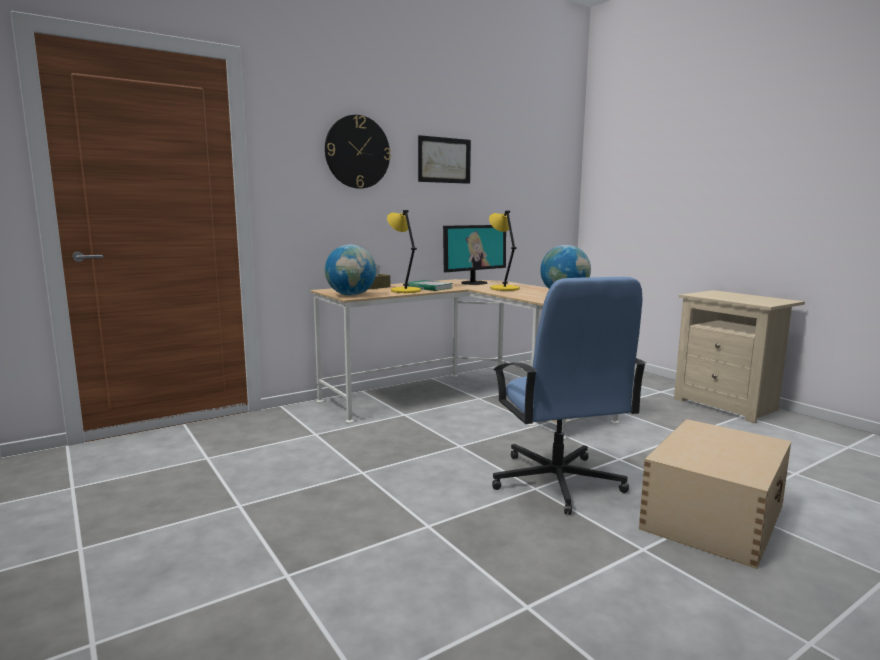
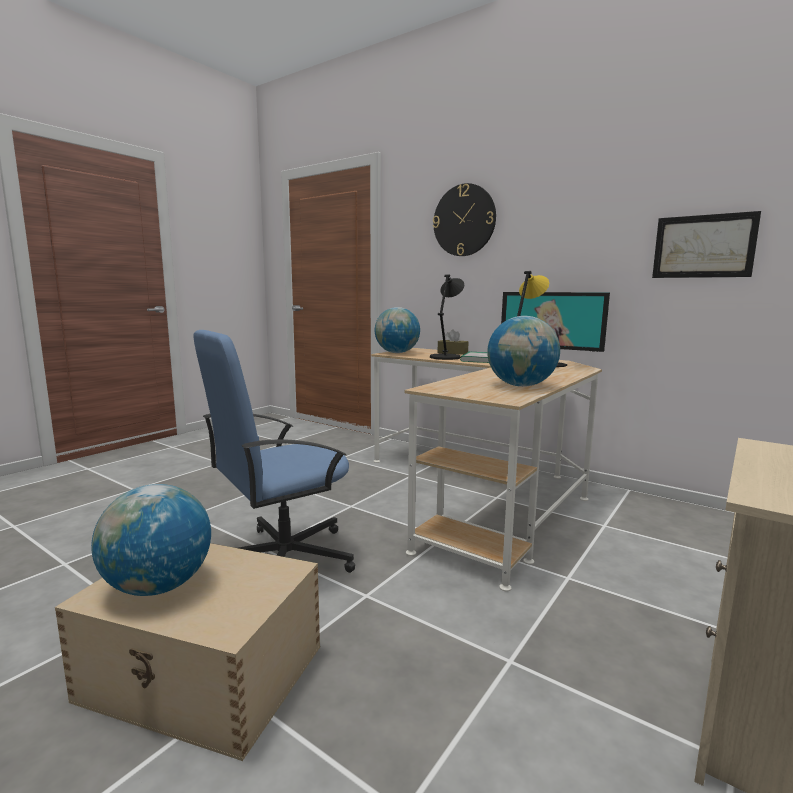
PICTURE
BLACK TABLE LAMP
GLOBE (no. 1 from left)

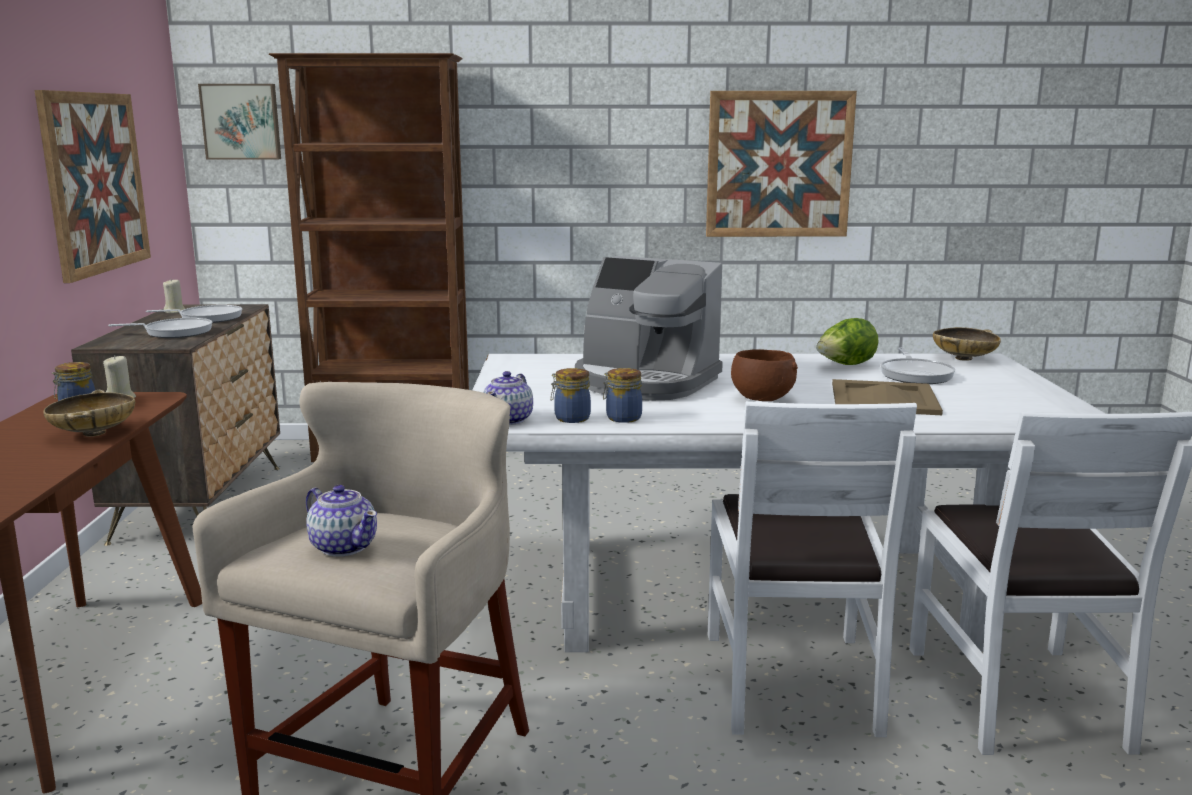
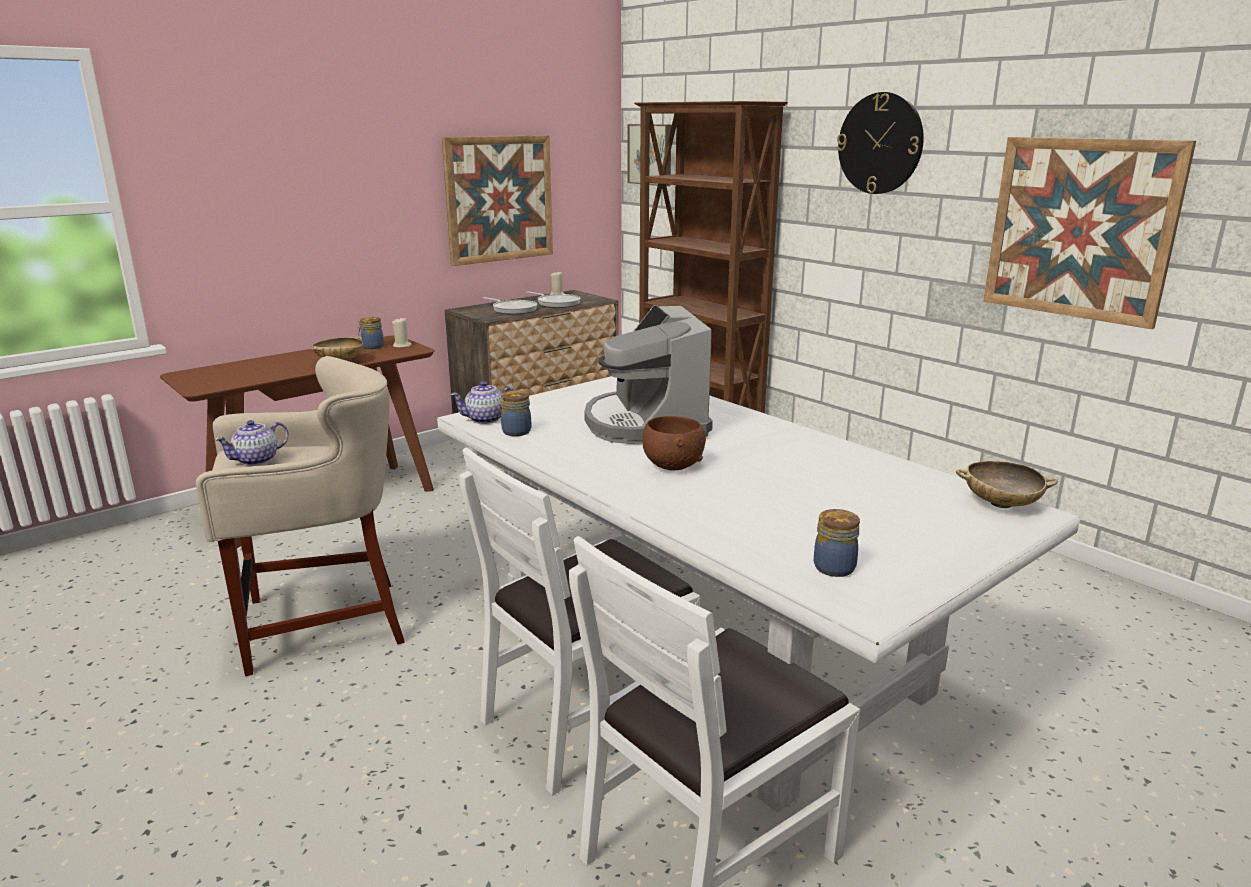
LETTUCE
FRYING PAN (no. 3 from left in the first image)
JAR (no. 3 from left)
BEIGE TRAY
TEAPOT (no. 1 from left)
WALL CLOCK

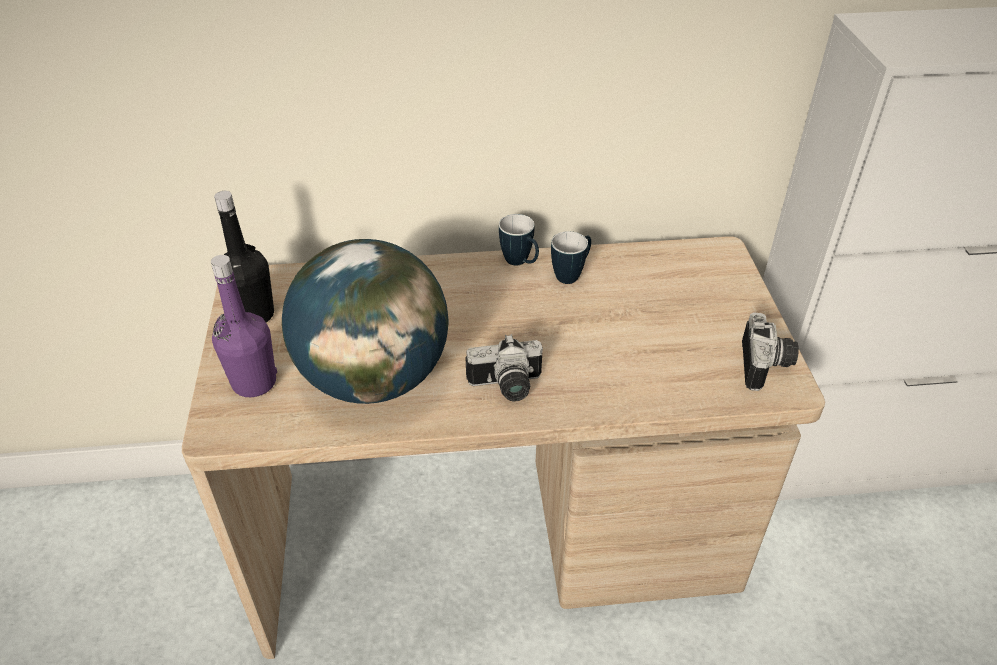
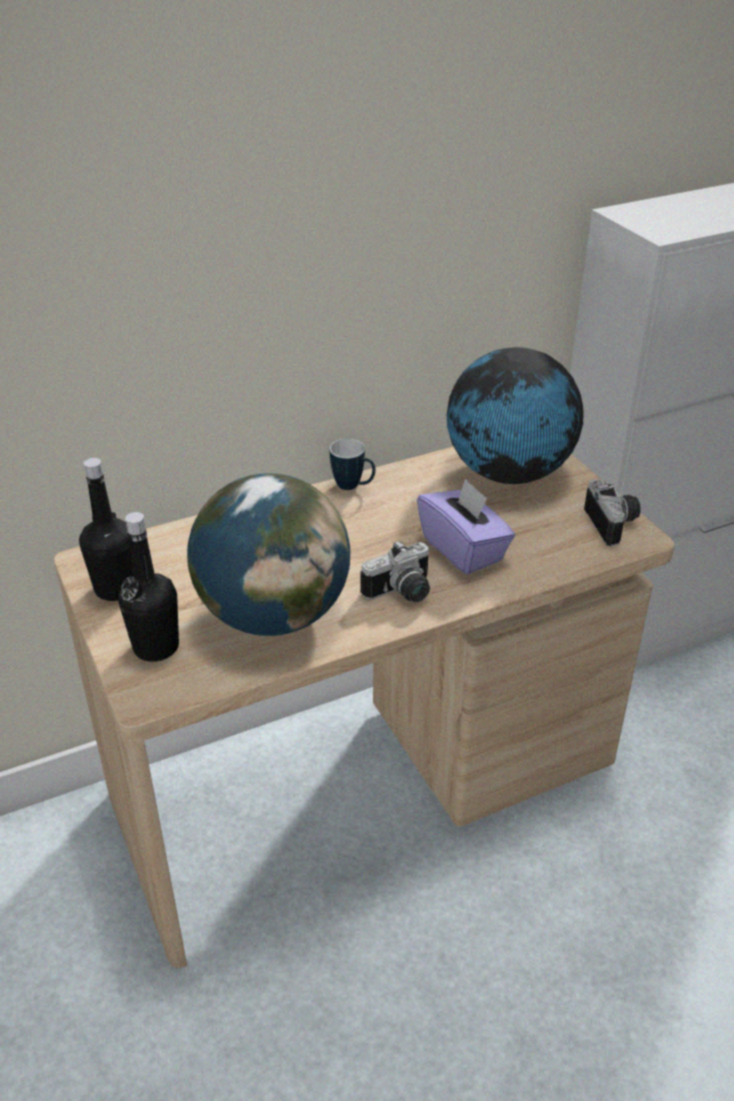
MUG (no. 2 from left in the first image)
BLACK BOTTLE (no. 2 from left)
GLOBE (no. 2 from left)
PURPLE TISSUE BOX

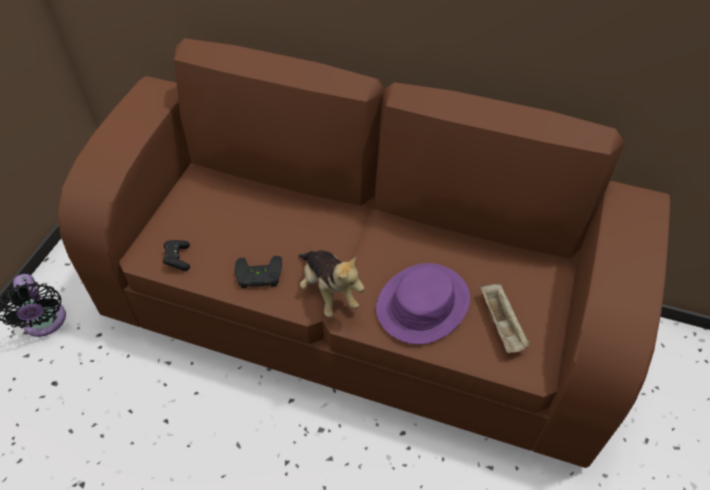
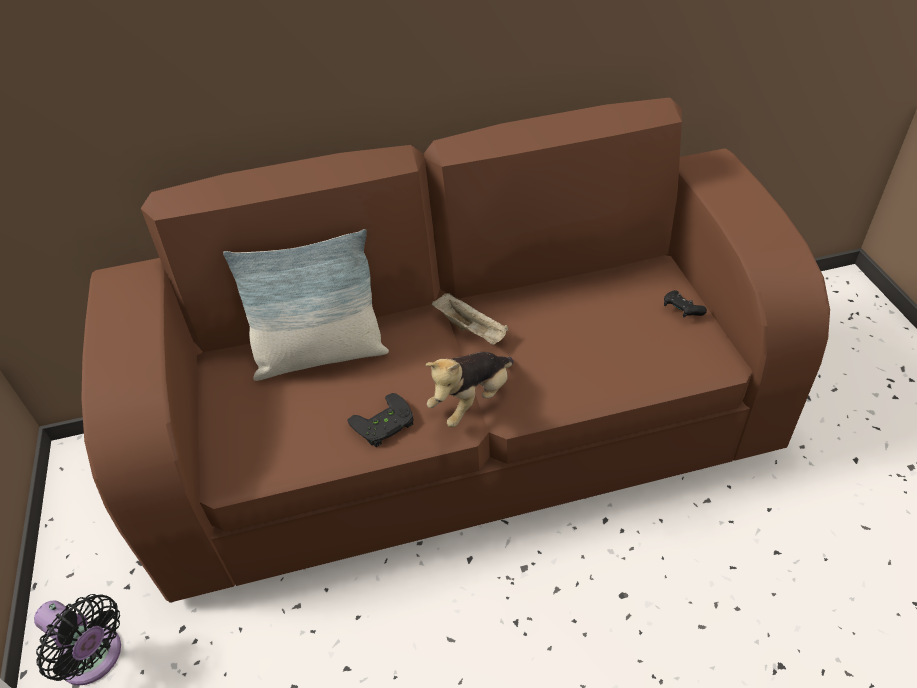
BLACK GAME CONTROLLER (no. 2 from left)
PLUSH TOY
PURPLE HAT
BEIGE TRAY
PILLOW

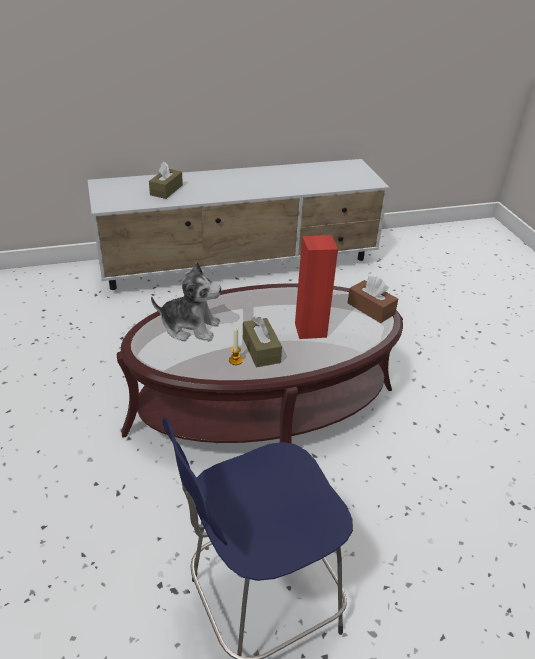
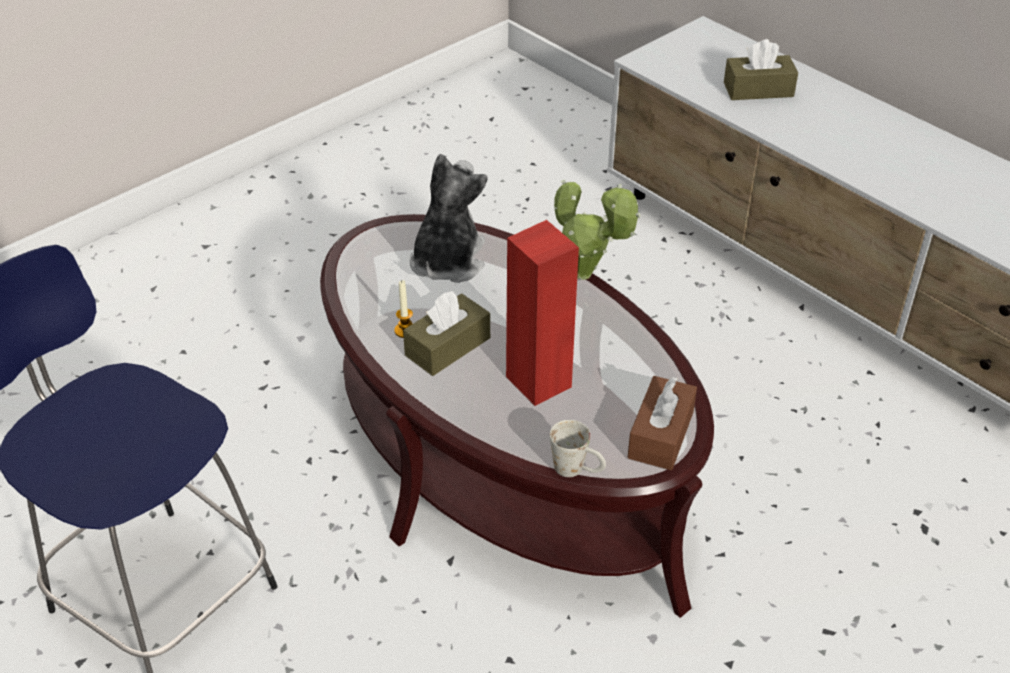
PLUSH TOY
POTTED PLANT
WHITE MUG

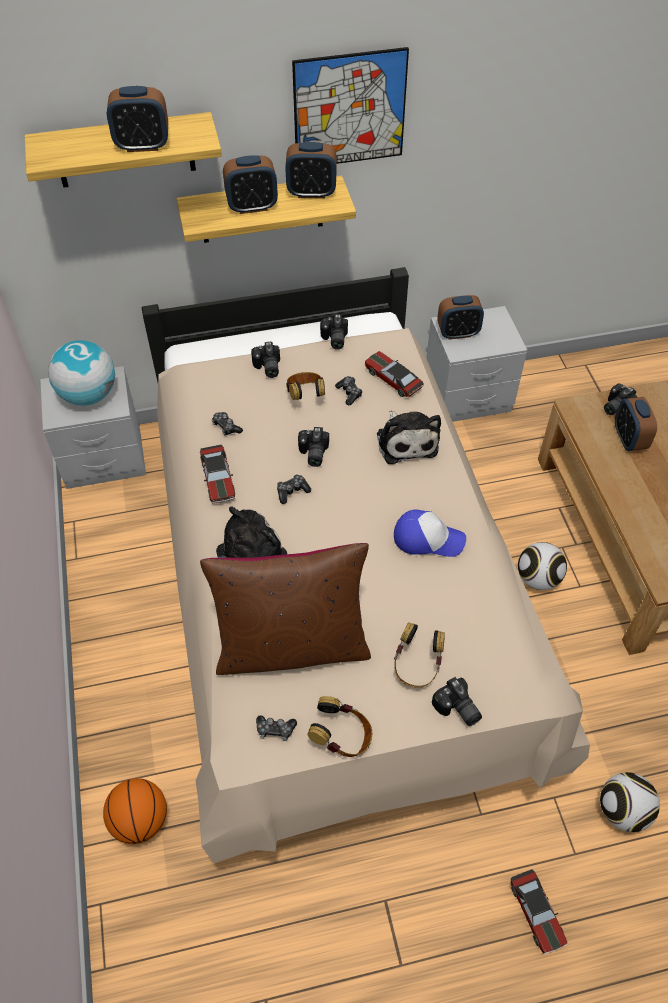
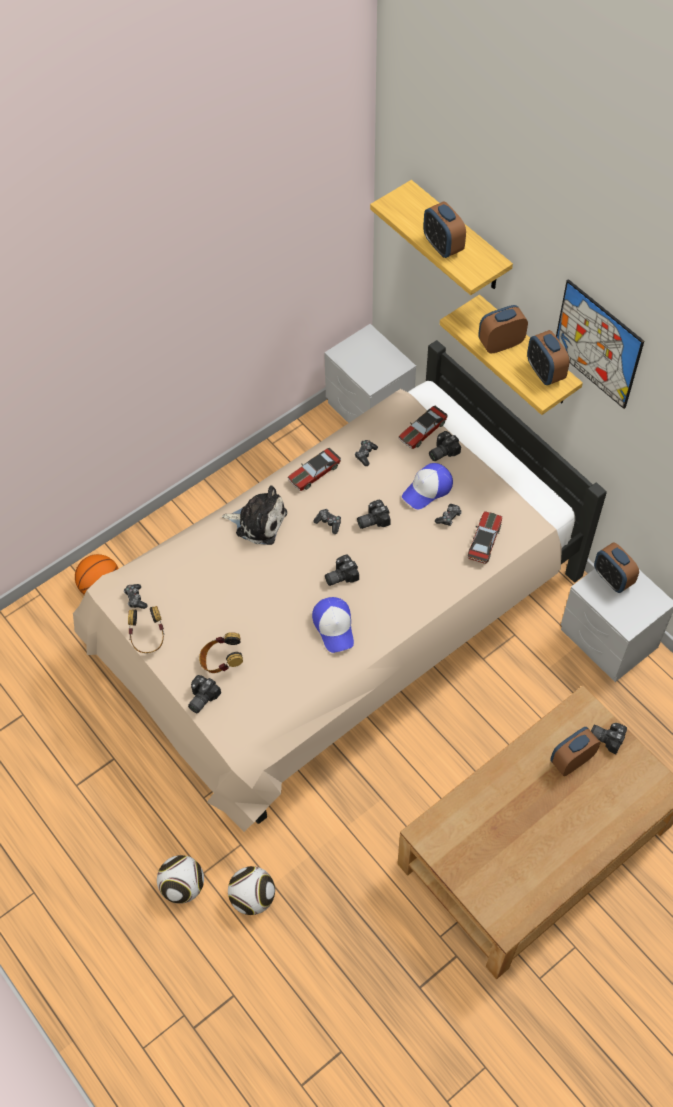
ALARM CLOCK (no. 2 from left)
PHOTO CAMERA (no. 2 from left)
GLOBE
CAP (no. 2 from left)
PLUSH TOY (no. 2 from left in the first image)
FOOTBALL (no. 1 from left)
BROWN PILLOW
TOY CAR (no. 2 from left)

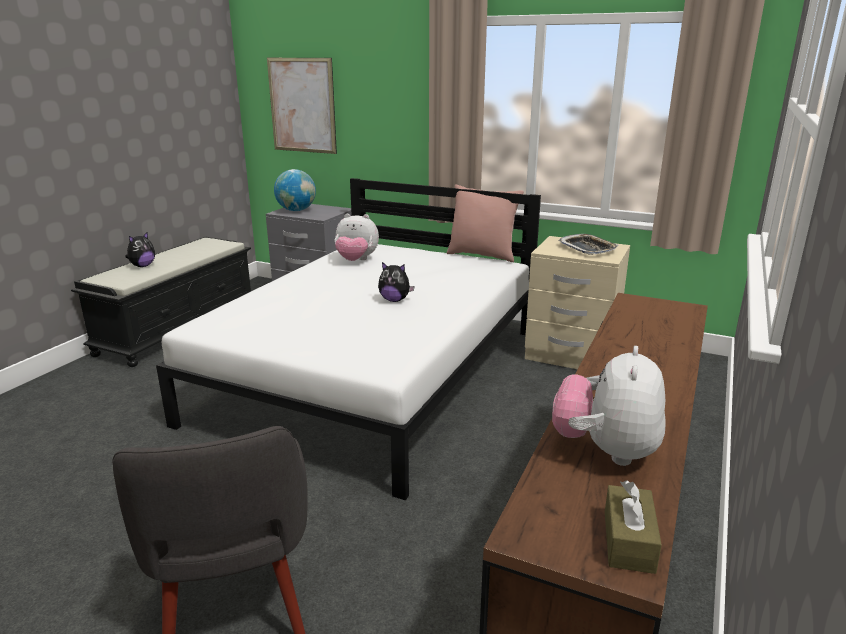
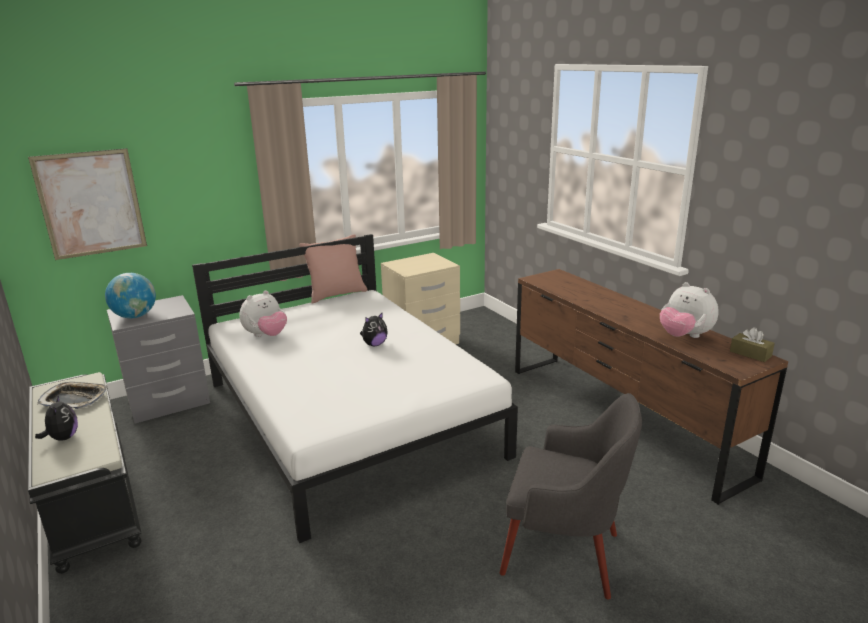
TRAY

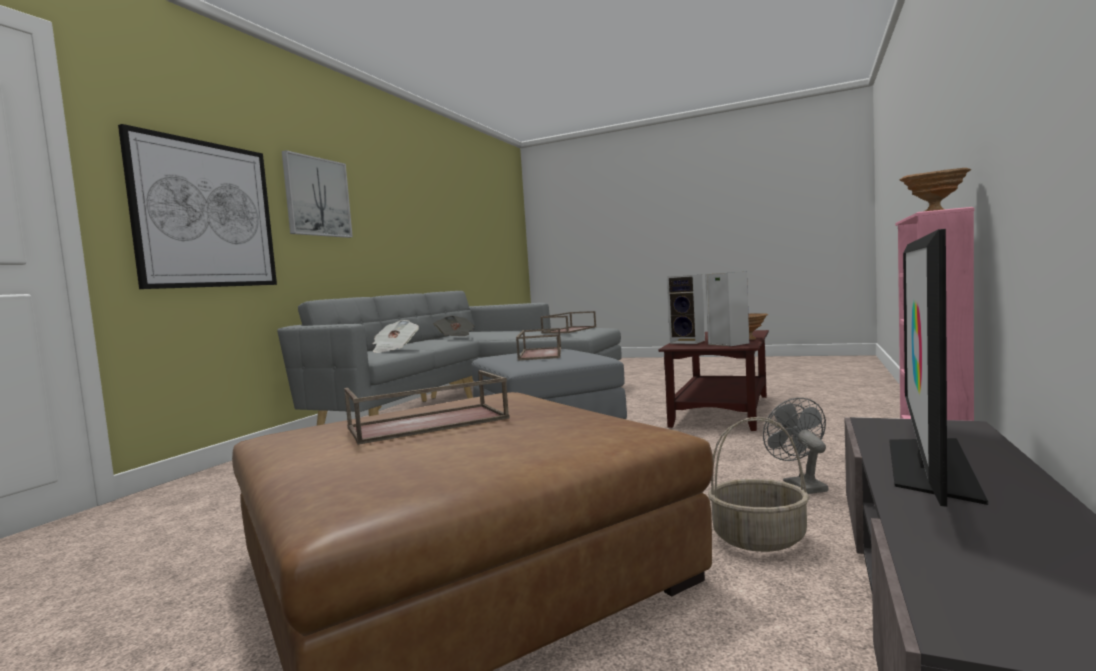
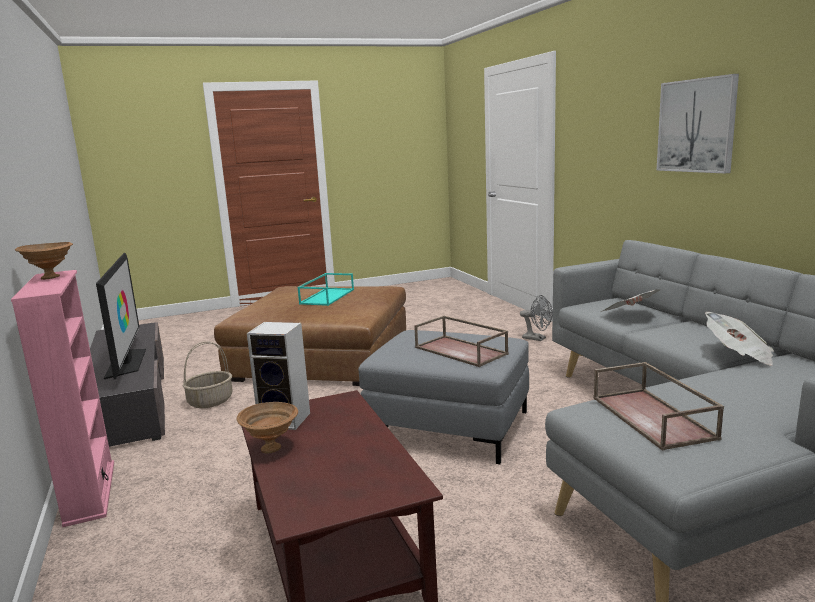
PICTURE (no. 1 from left in the first image)
SPEAKER (no. 1 from left in the first image)
TURQUOISE TRAY
GREY FAN

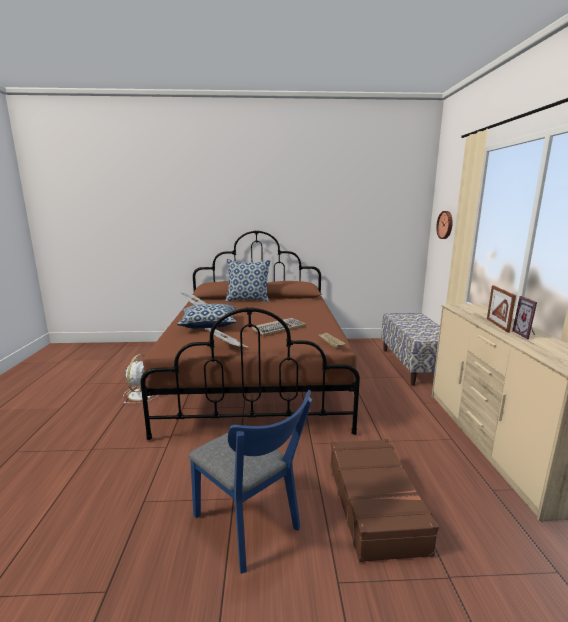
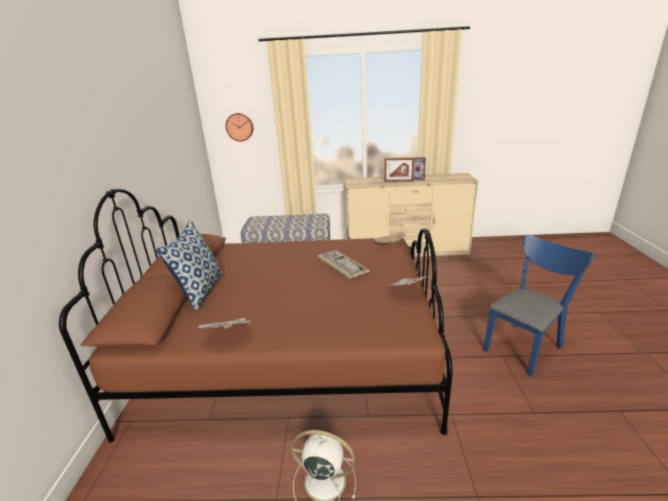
PILLOW (no. 1 from left in the first image)
BROWN SUITCASE

